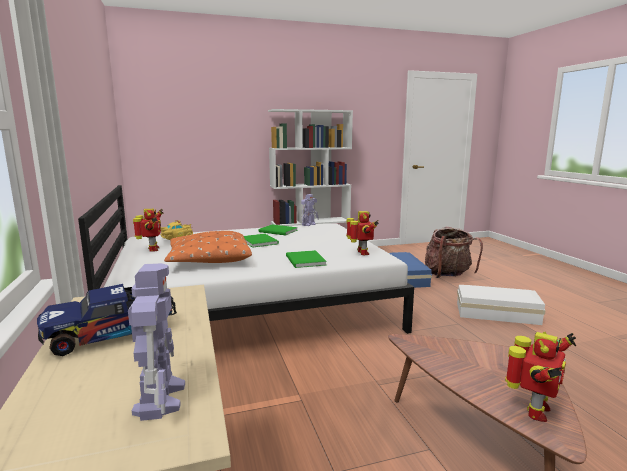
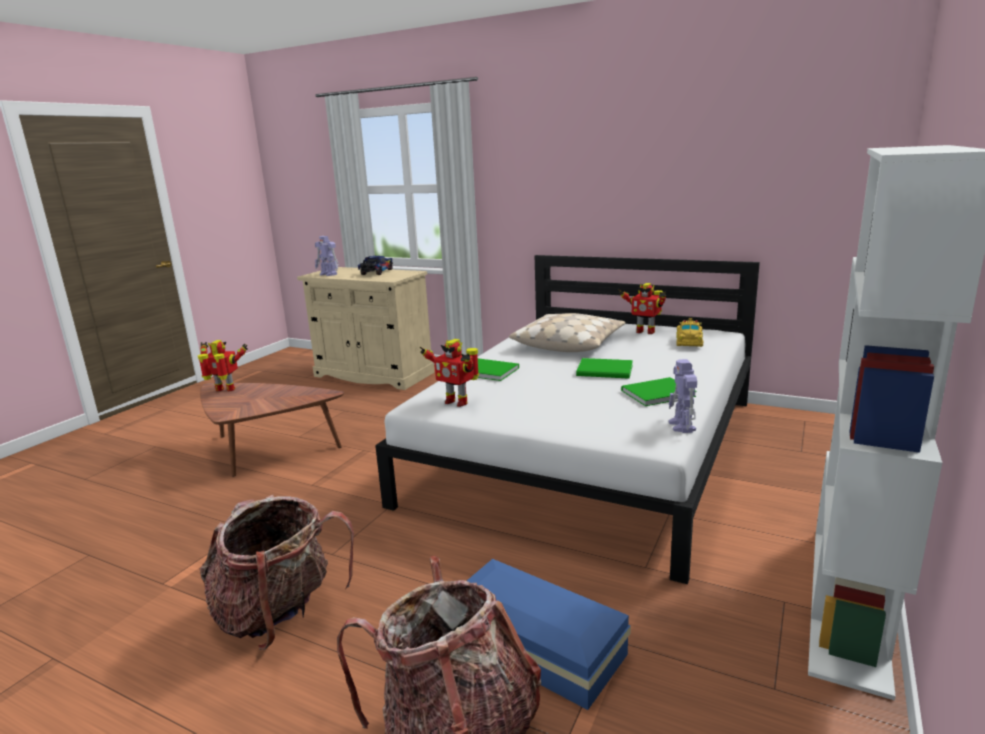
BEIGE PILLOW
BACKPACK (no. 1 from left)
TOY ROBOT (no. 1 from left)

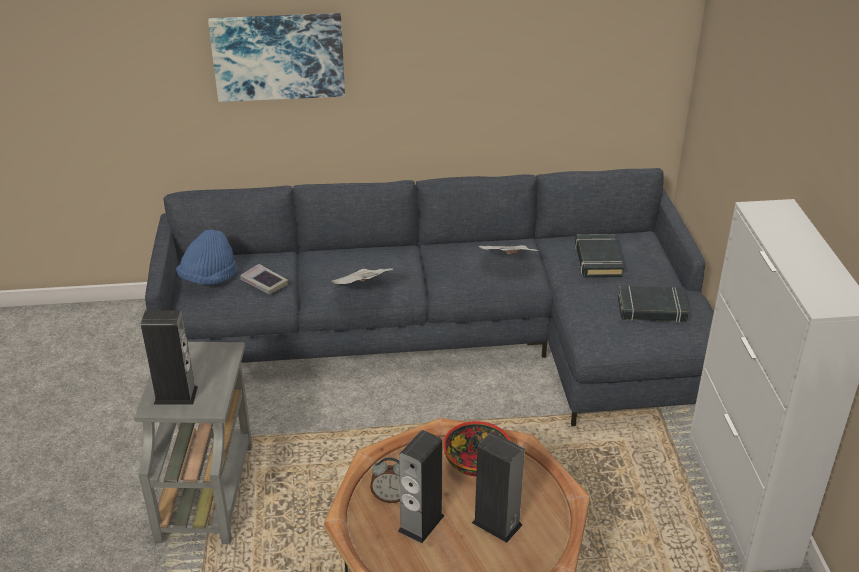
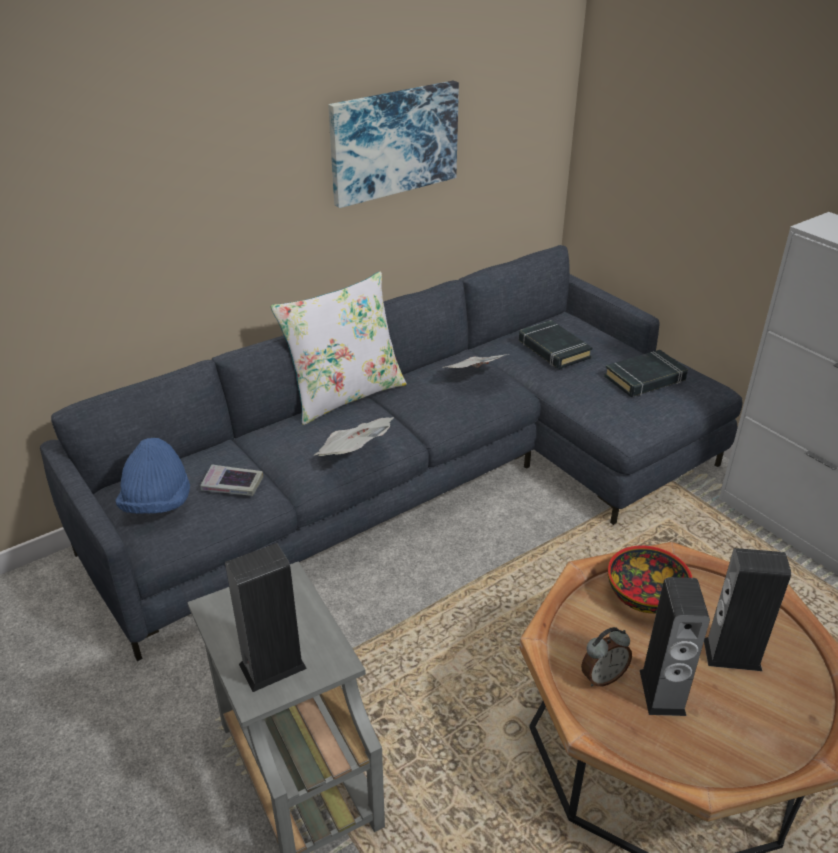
PICTURE
WHITE PILLOW

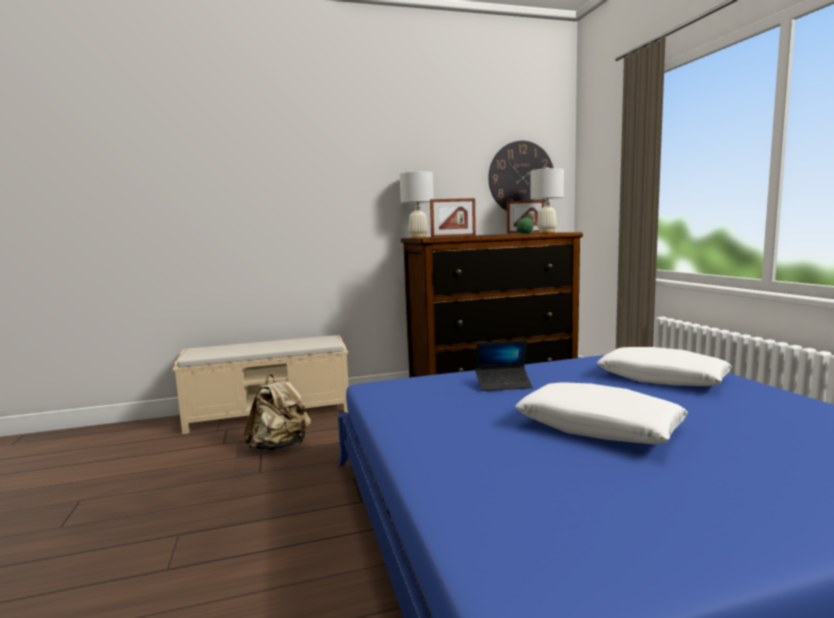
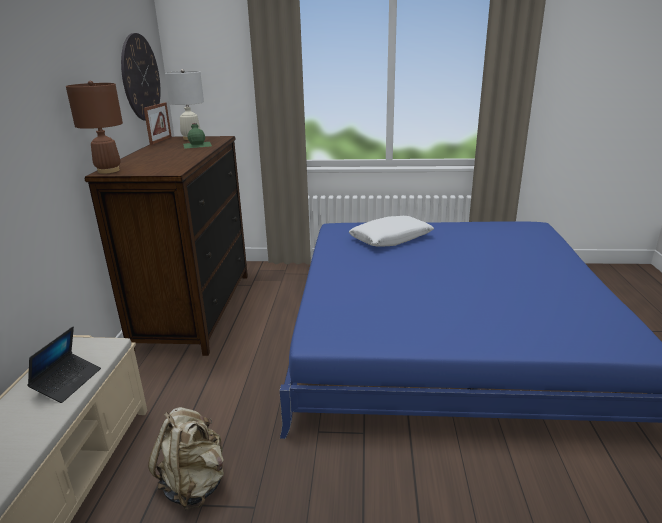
BROWN TABLE LAMP
PICTURE FRAME (no. 1 from left in the first image)
LAPTOP
WHITE PILLOW (no. 1 from left in the first image)

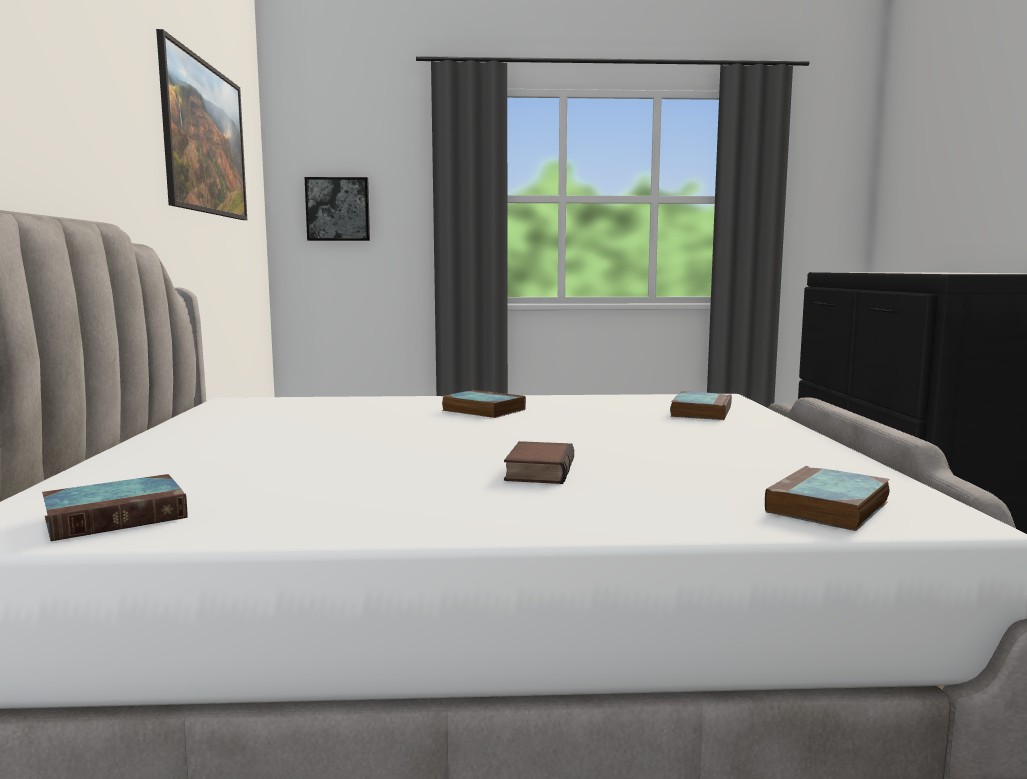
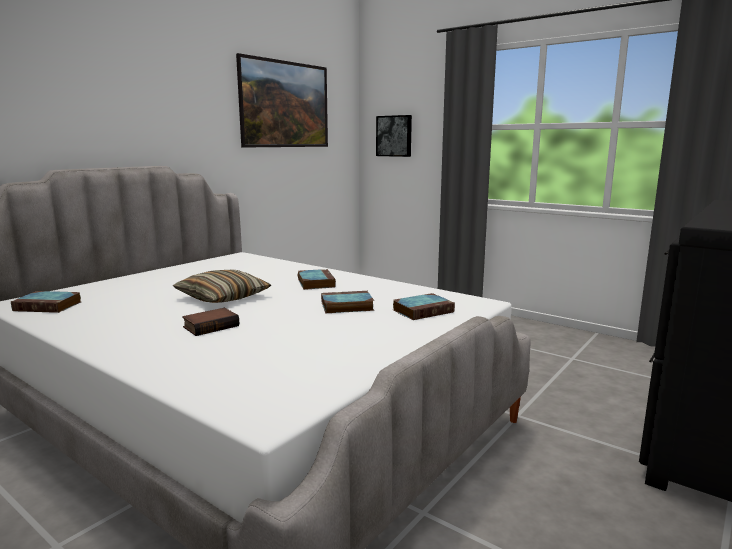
BOOK (no. 4 from left)
PILLOW

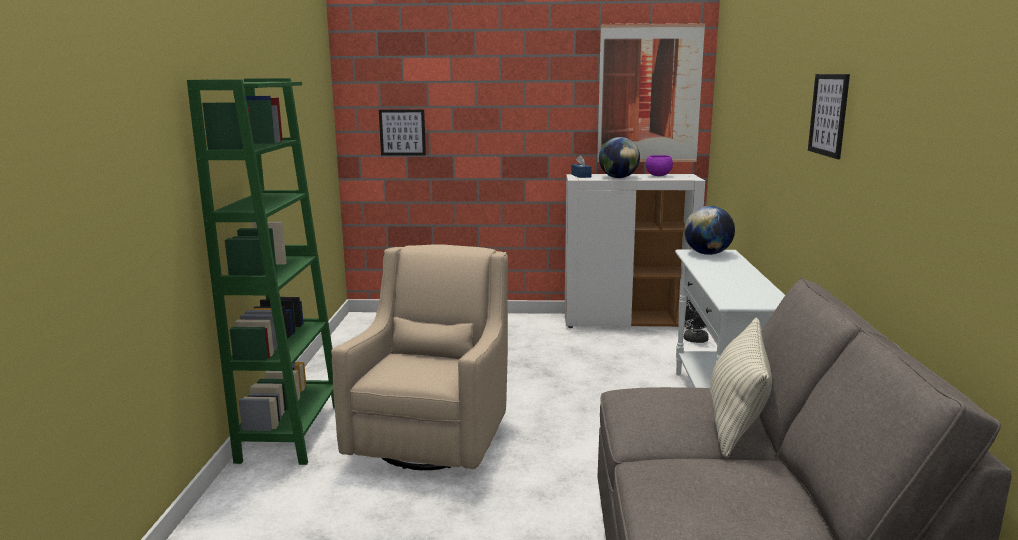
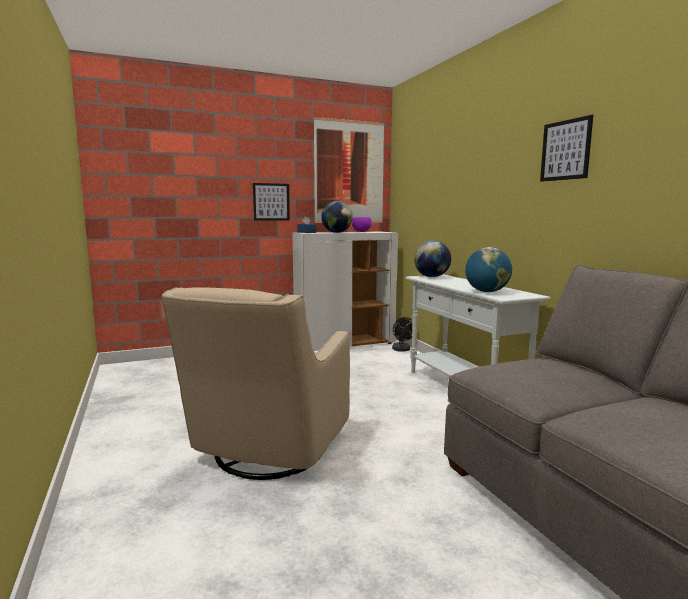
GREEN BOOKCASE
PICTURE (no. 1 from left)
BEIGE ARMCHAIR
PILLOW
GLOBE (no. 3 from left)

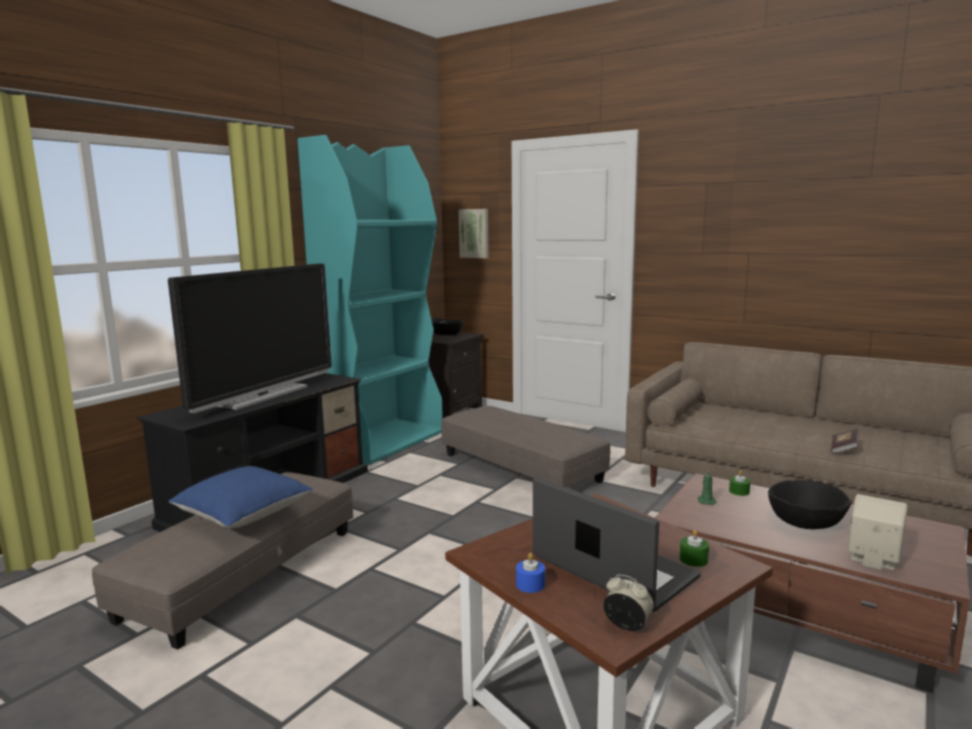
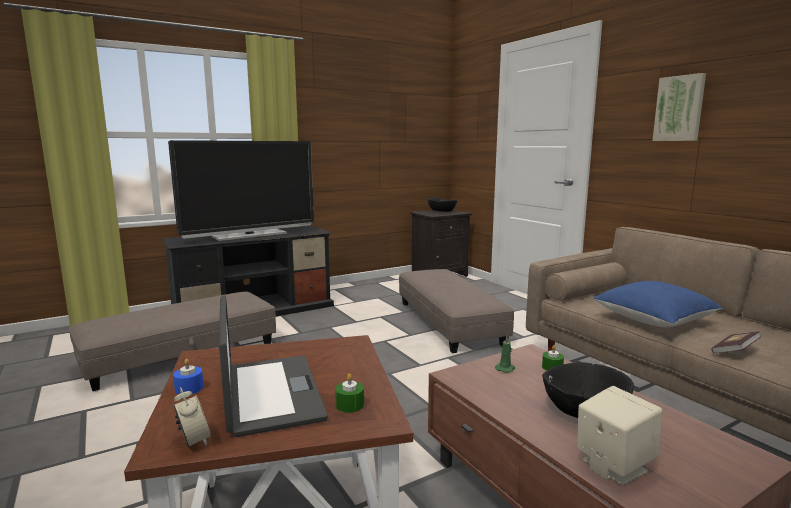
TURQUOISE BOOKCASE
PICTURE
BLUE PILLOW

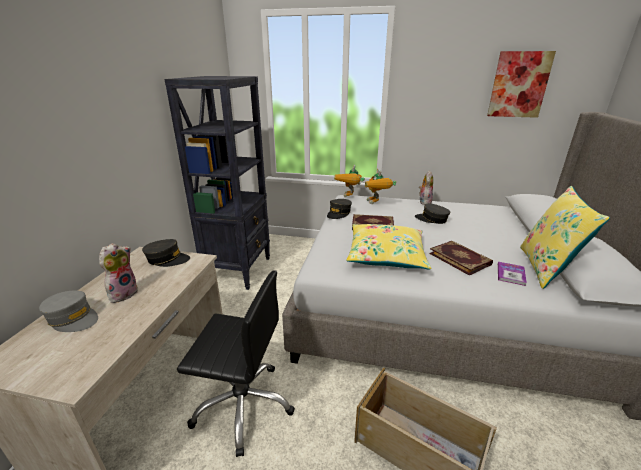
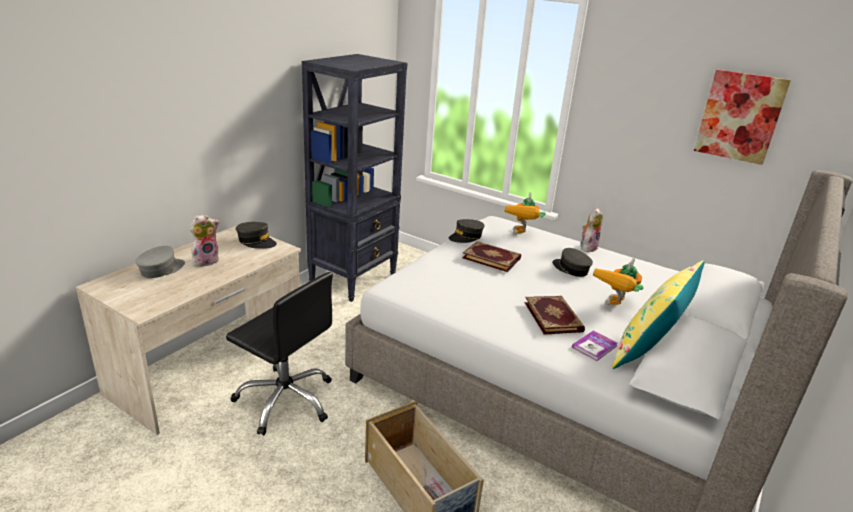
TOY ROBOT (no. 2 from left)
YELLOW PILLOW (no. 1 from left in the first image)
GREY CAP (no. 1 from left)

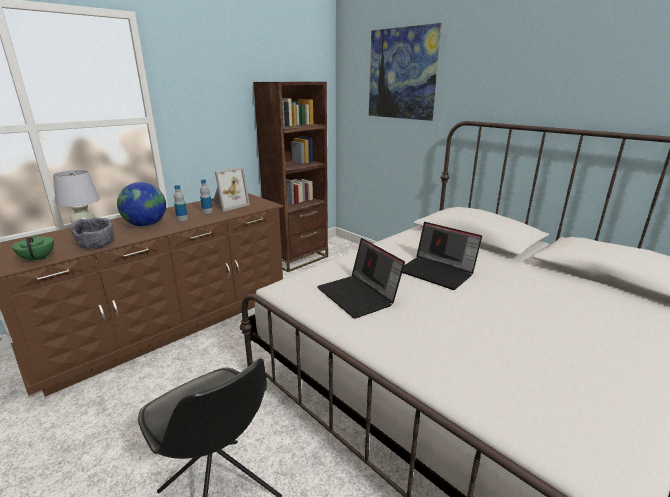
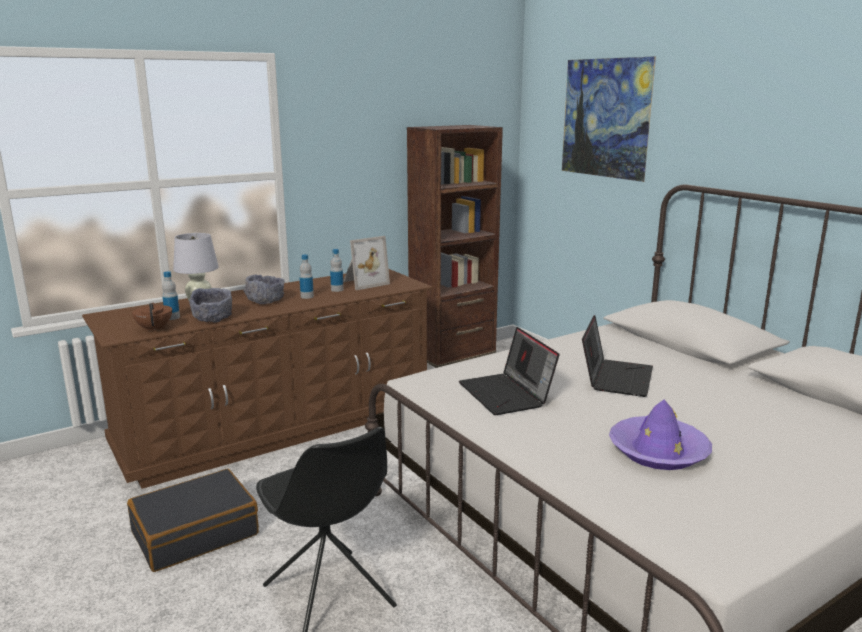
GREY BOWL (no. 2 from left)
LAPTOP (no. 2 from left)
BROWN TEAPOT
BOTTLE (no. 1 from left)
PURPLE HAT
BLACK SUITCASE

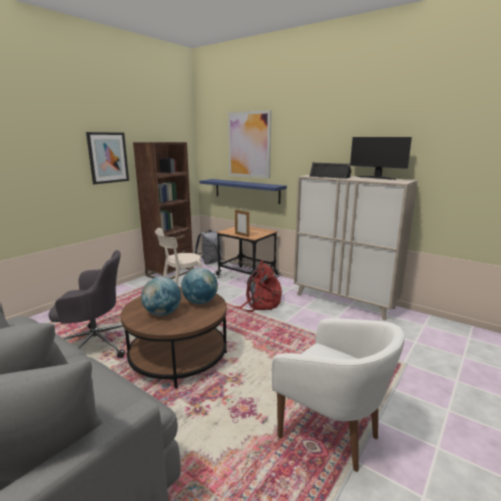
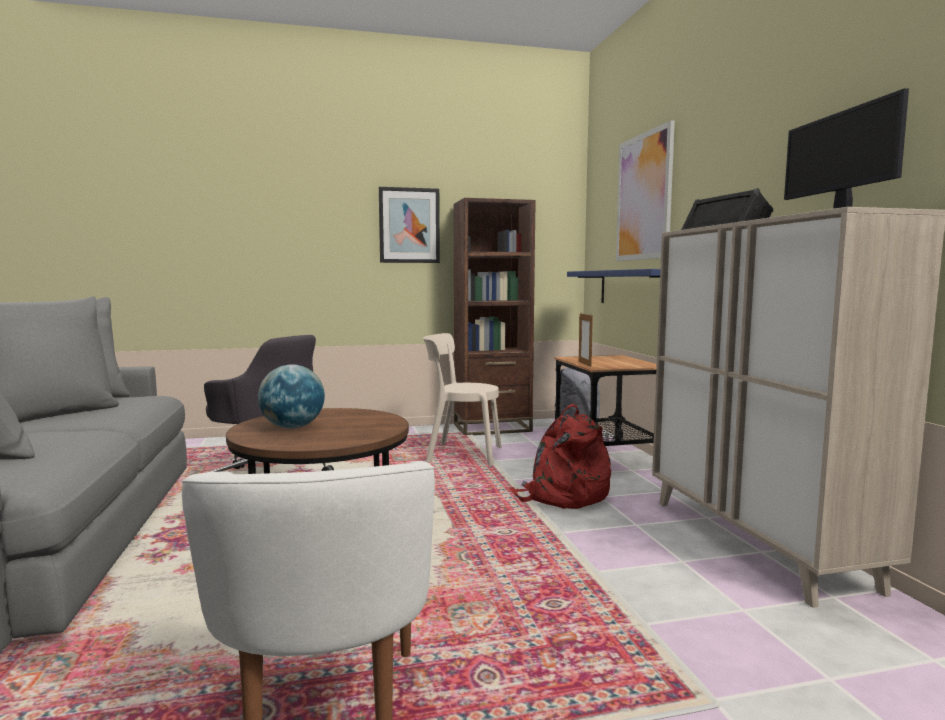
GLOBE (no. 2 from left in the first image)

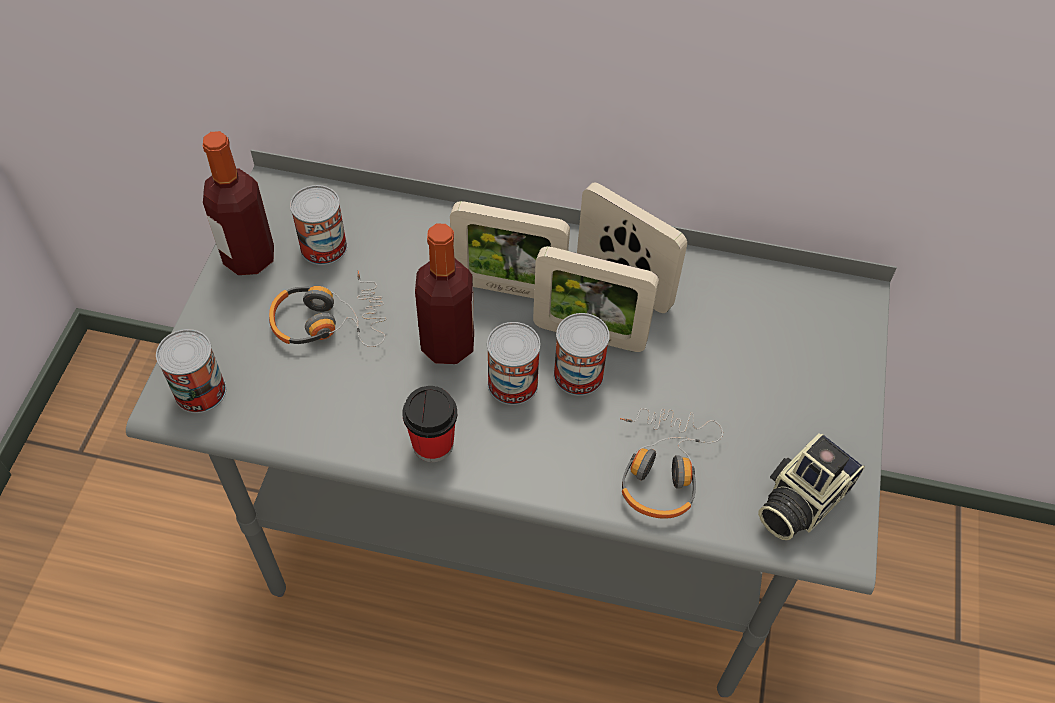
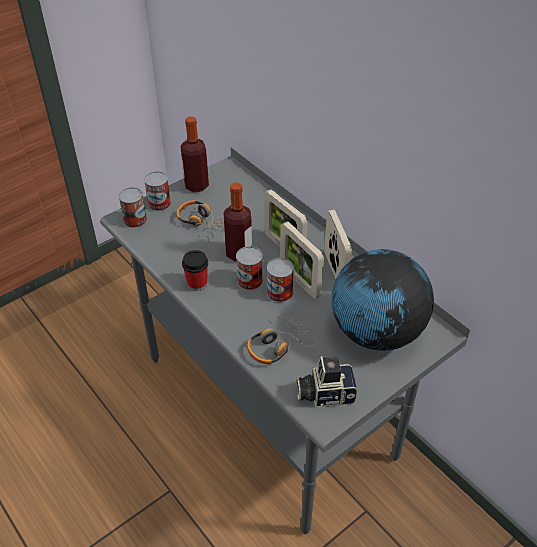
CAN (no. 2 from left)
GLOBE

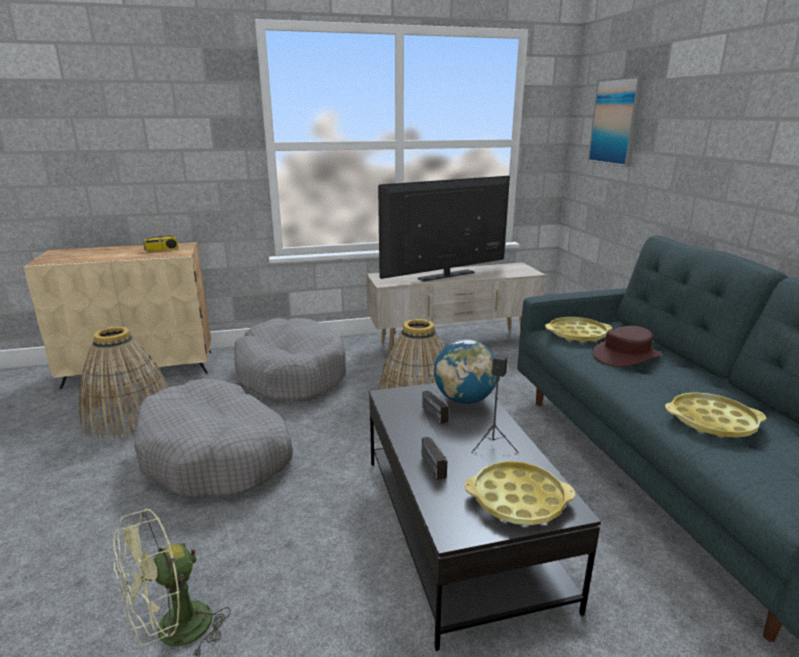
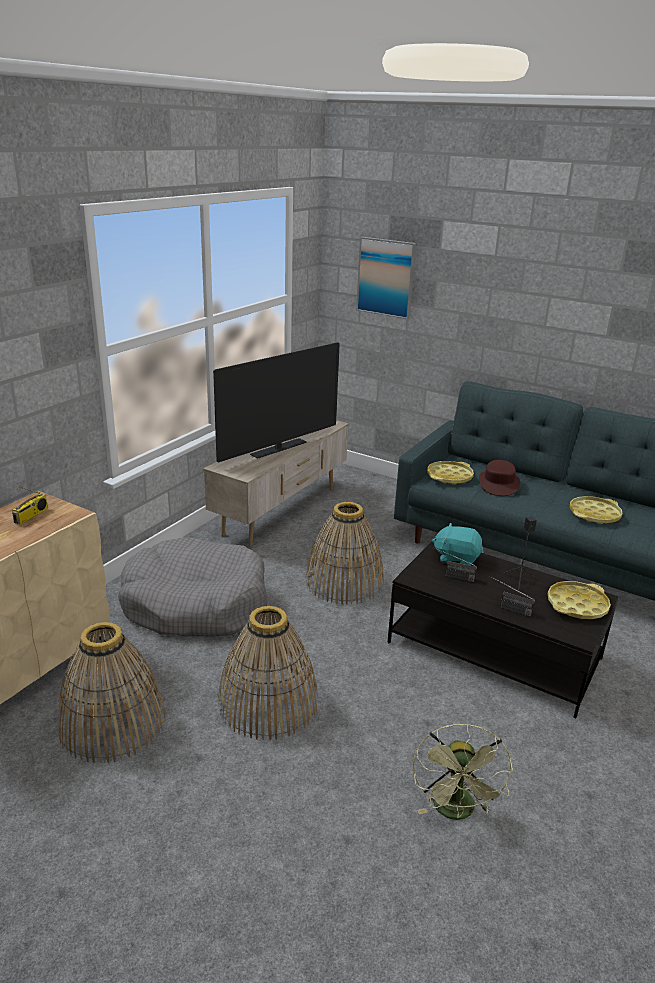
TELEVISION
TURQUOISE PLUSH TOY
BASKET (no. 2 from left)

